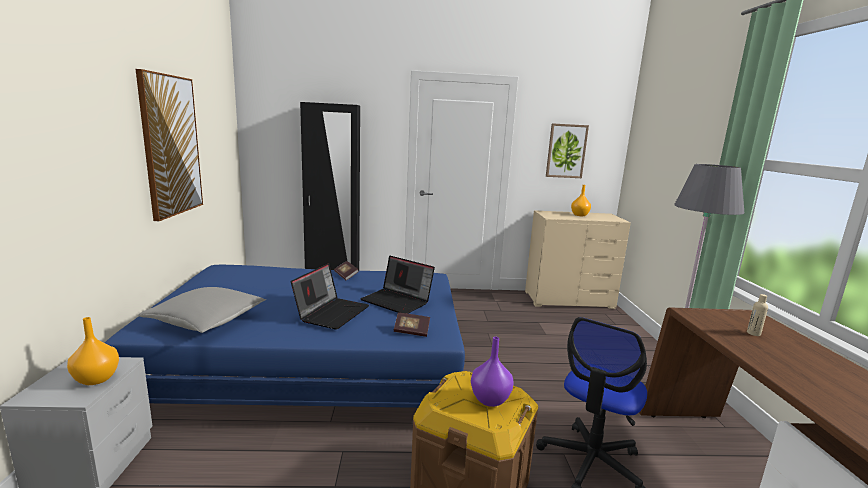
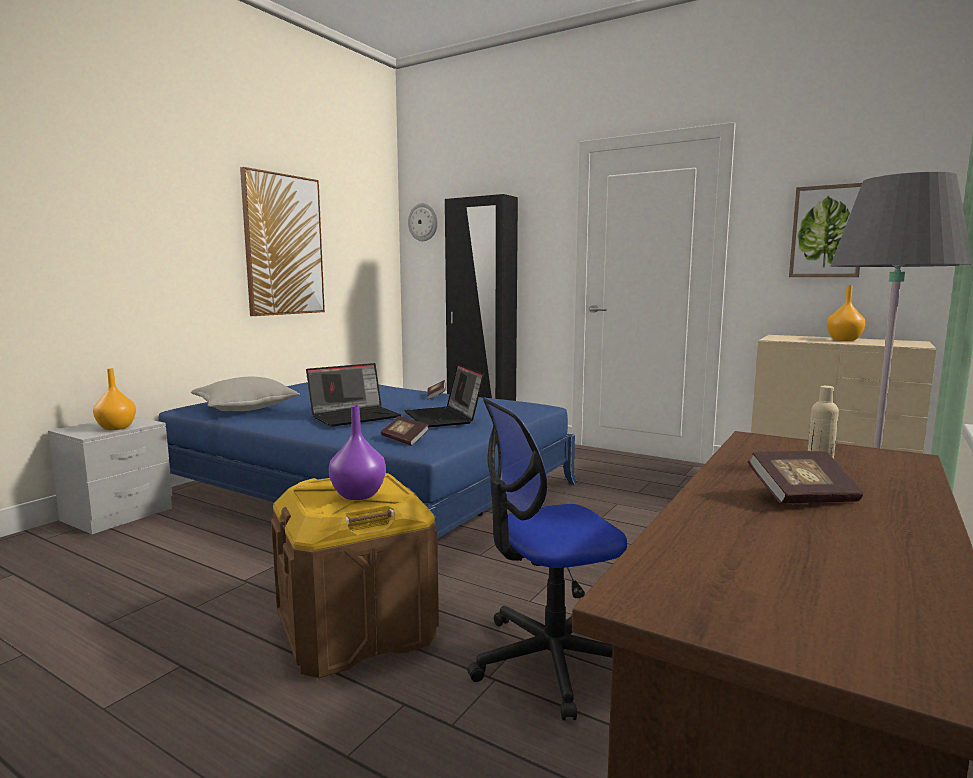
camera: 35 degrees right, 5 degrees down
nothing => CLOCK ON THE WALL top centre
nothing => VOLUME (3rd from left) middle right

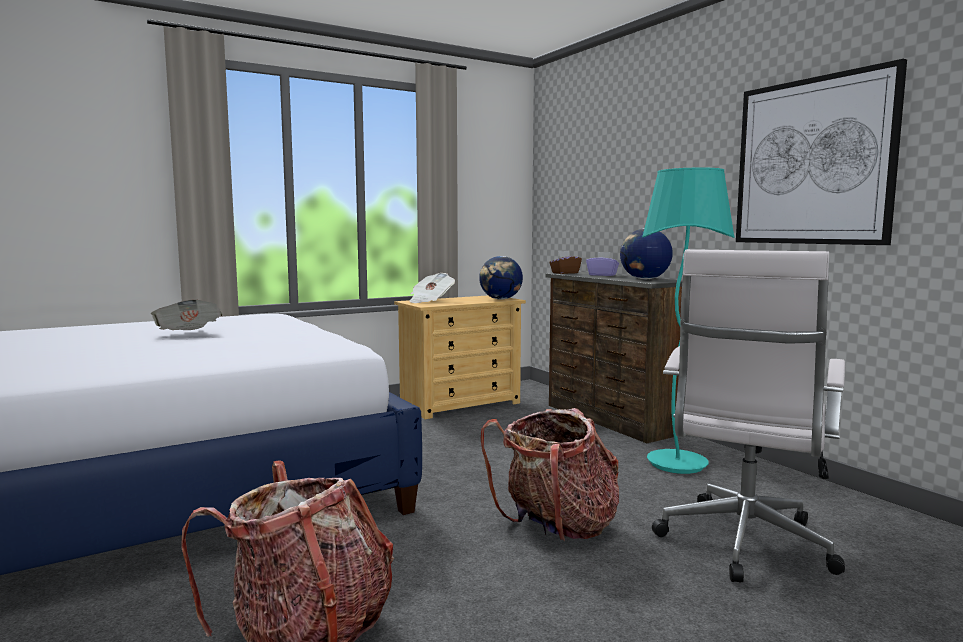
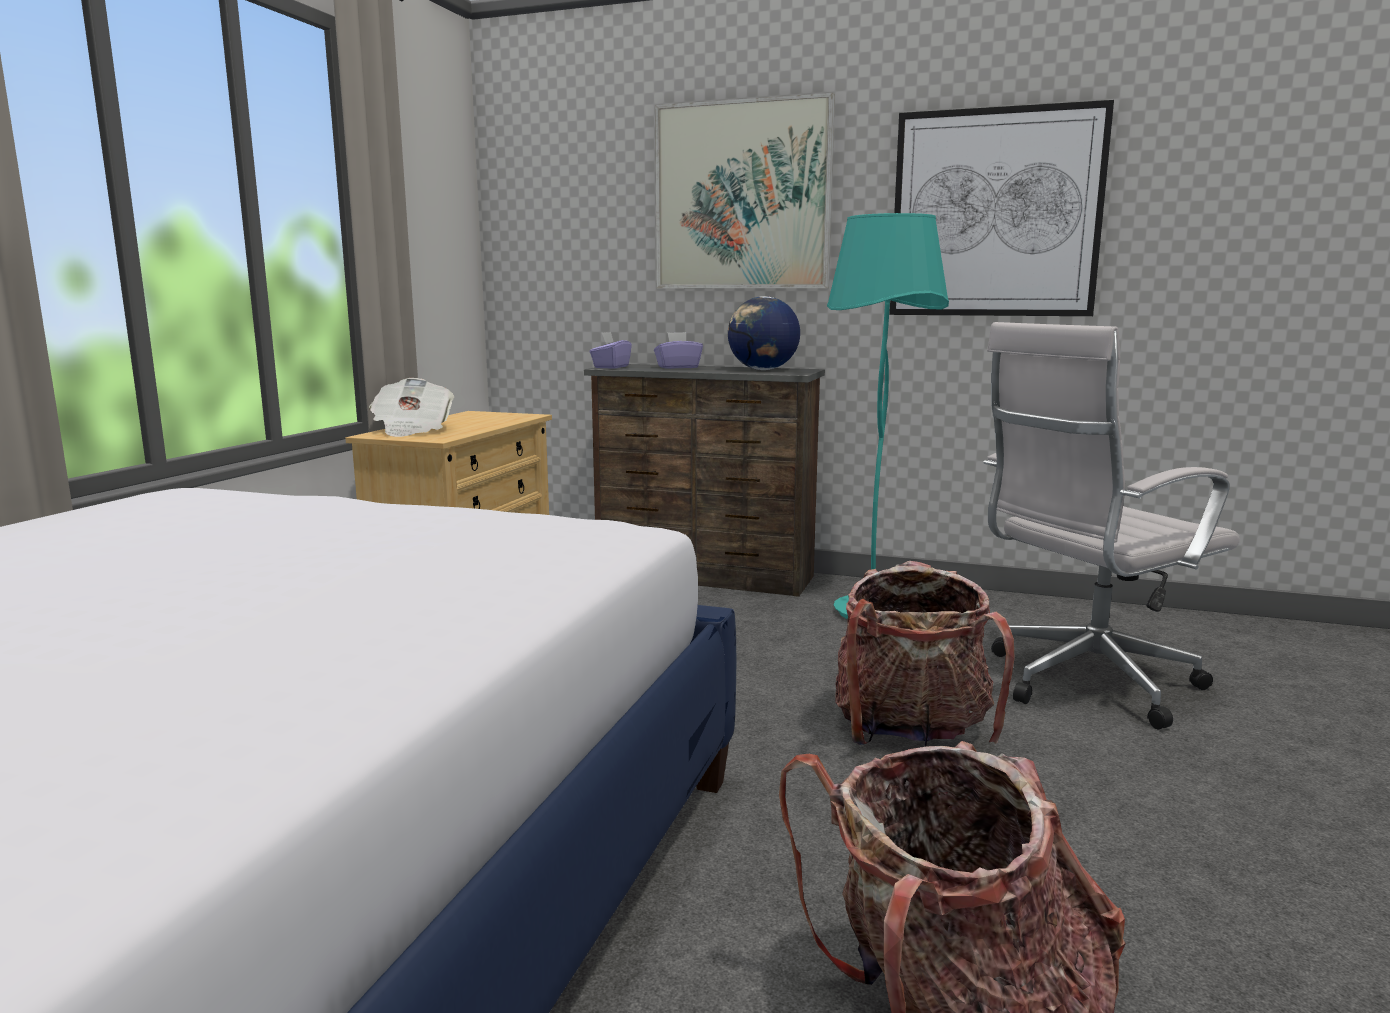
camera: 40 degrees left, 5 degrees up
DAILY PAPER (1st from left) middle left => nothing
DESK GLOBE (1st from left) centre => nothing
nothing => PICTURE (1st from left) top centre
BROWN-COLOURED TISSUE HOLDER centre => PURPLISH TISSUE HOLDER (1st from left) centre
WHITE-COLOURED COMPUTER CHAIR middle right, 75 degrees clockwise

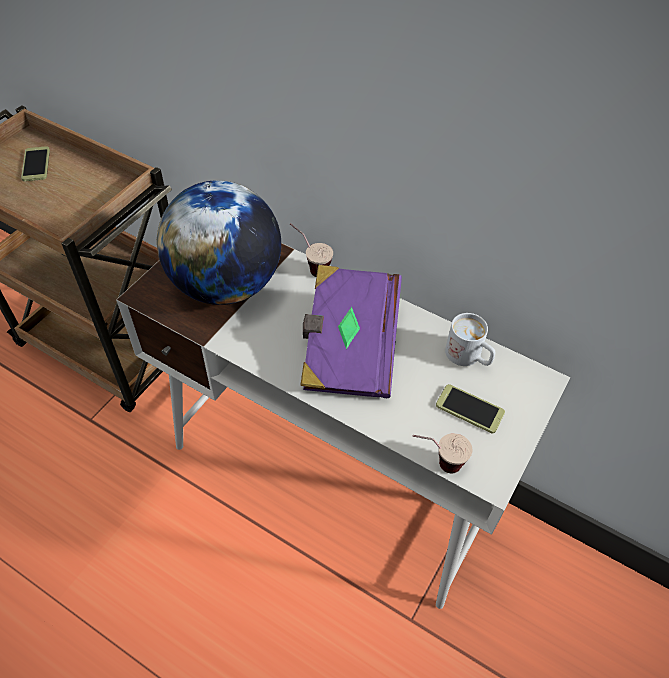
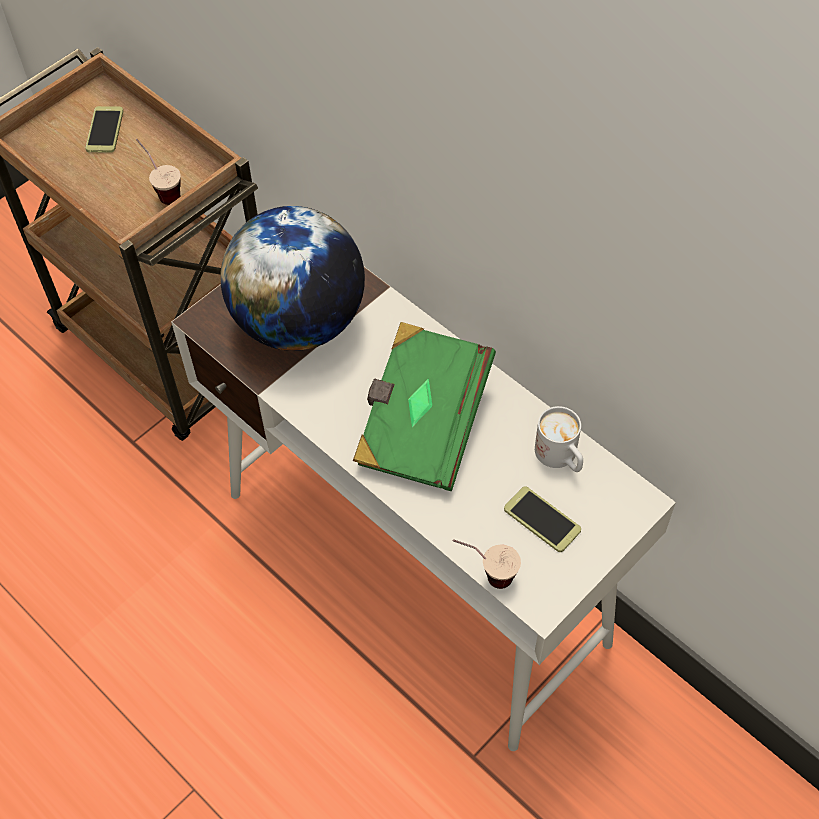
camera: 15 degrees right, 5 degrees up
DRINKING CUP (1st from left) centre => DRINKING CUP (1st from left) top left, moved
PURPLISH VOLUME centre => GREENISH VOLUME centre

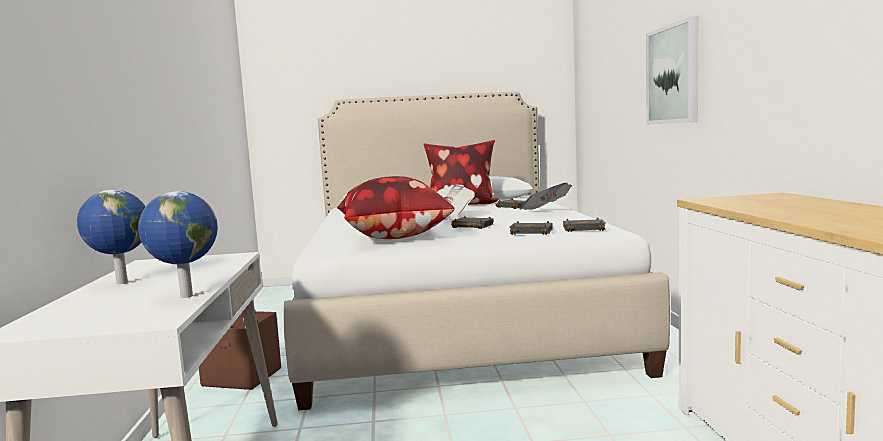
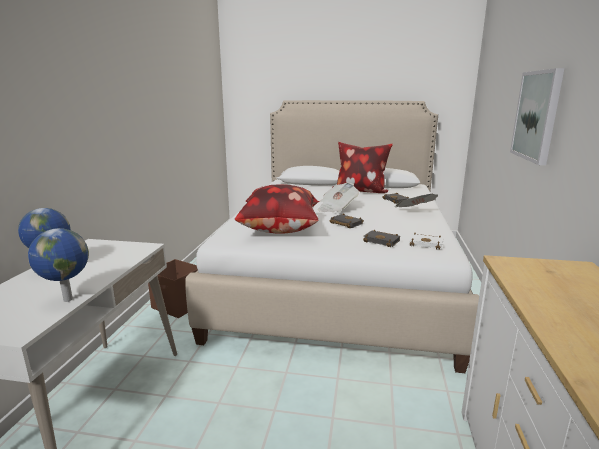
camera: 15 degrees right, 10 degrees up
BLACKISH VOLUME (4th from left) centre => WHITE-COLOURED VOLUME middle right

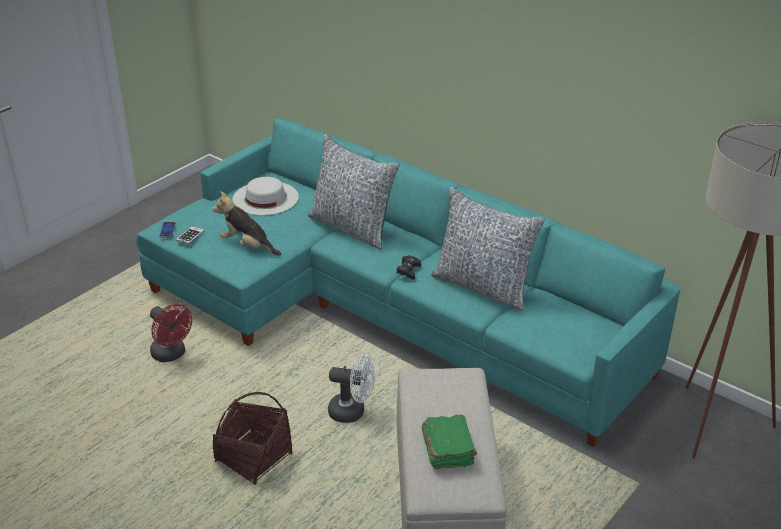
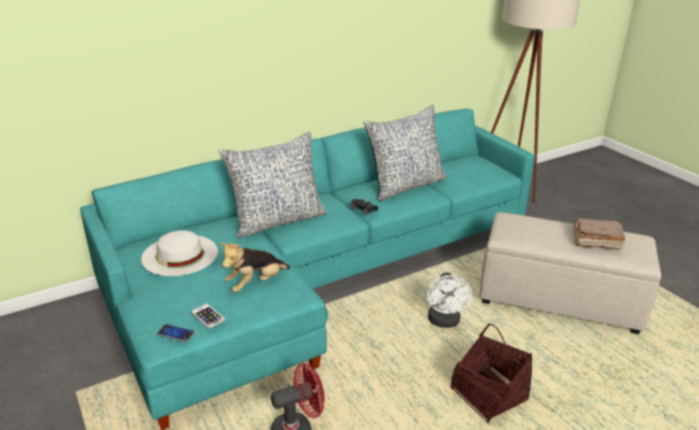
camera: 70 degrees left, 5 degrees down
GREENISH VOLUME bottom centre => BROWN-COLOURED VOLUME middle right
WHITE-COLOURED COOLING FAN bottom centre, 150 degrees clockwise

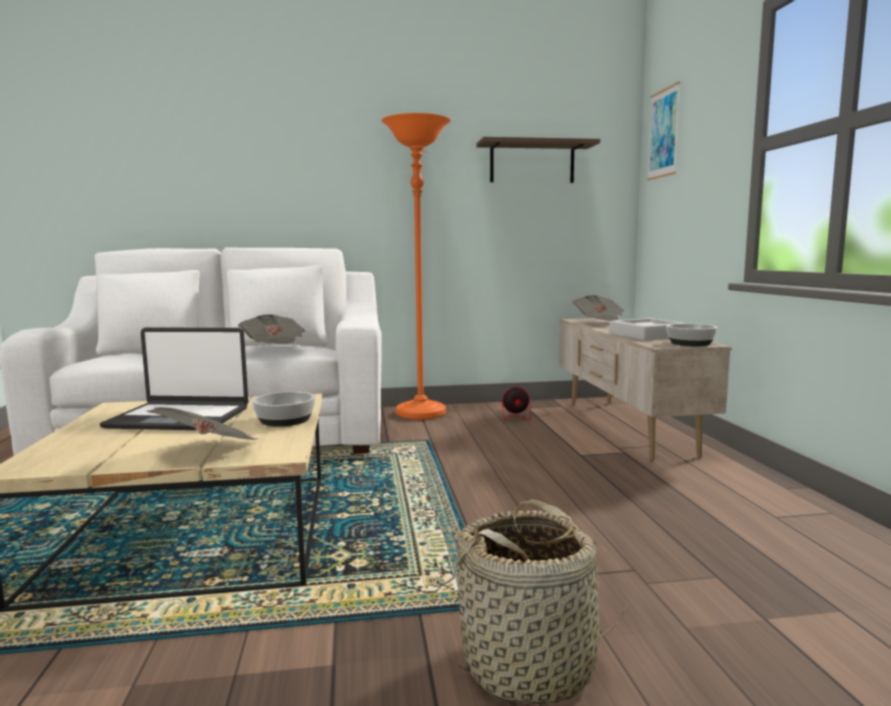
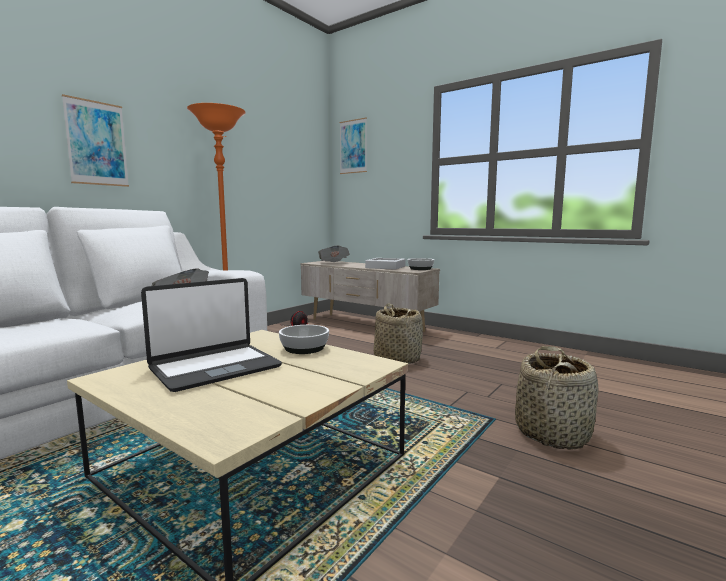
camera: 45 degrees left, 0 degrees up
DAILY PAPER (1st from left) middle left => nothing
SHELF top centre => nothing
nothing => PICTURE (1st from left) top left
nothing => HOUSEHOLD BASKET (1st from left) centre

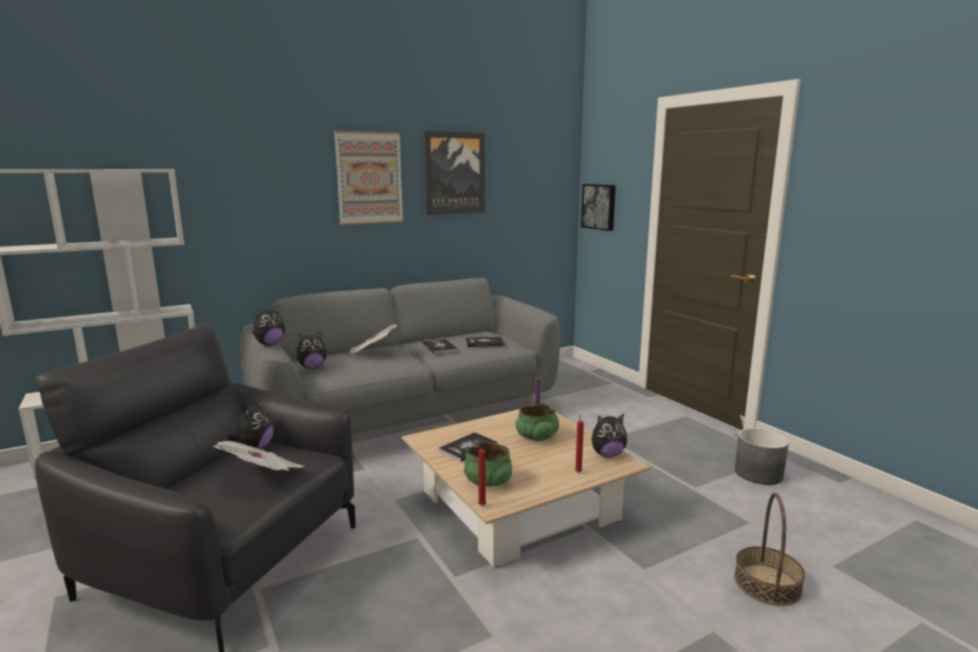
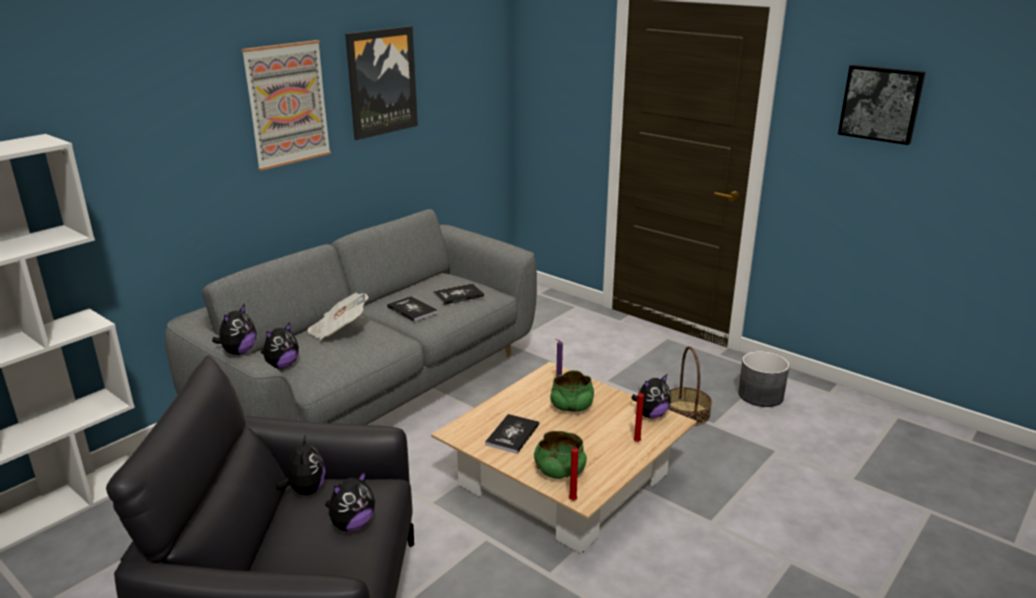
camera: 20 degrees left, 10 degrees up
PICTURE (3rd from left) top centre => PICTURE (3rd from left) top right, moved
HOUSEHOLD BASKET bottom right => HOUSEHOLD BASKET centre, moved
DAILY PAPER (1st from left) bottom left => SOFT TOY (4th from left) bottom centre

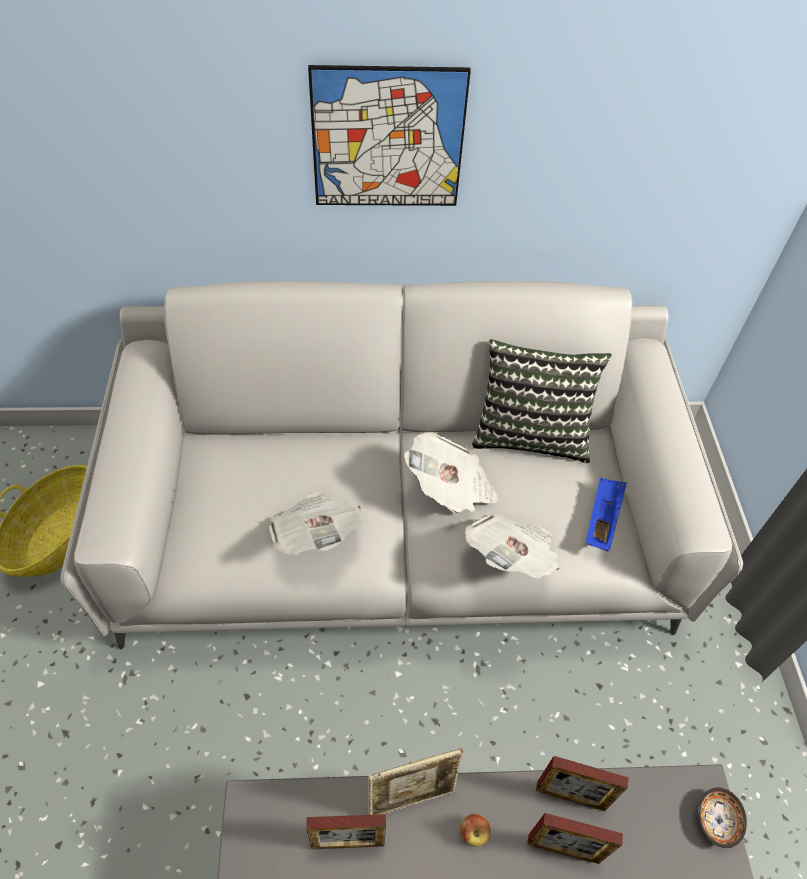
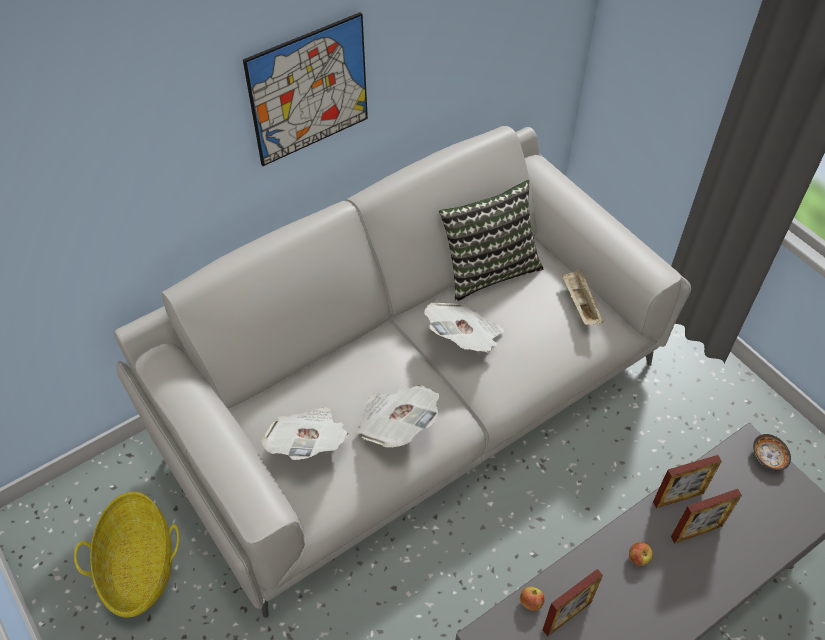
camera: 30 degrees left, 0 degrees up
PICTURE FRAME (2nd from left) bottom centre => nothing
nothing => APPLE (1st from left) bottom centre
DAILY PAPER (3rd from left in the first image) centre => DAILY PAPER (1st from left) bottom centre, moved
BLUISH CARRYING TRAY middle right => BEIGE-COLOURED CARRYING TRAY middle right

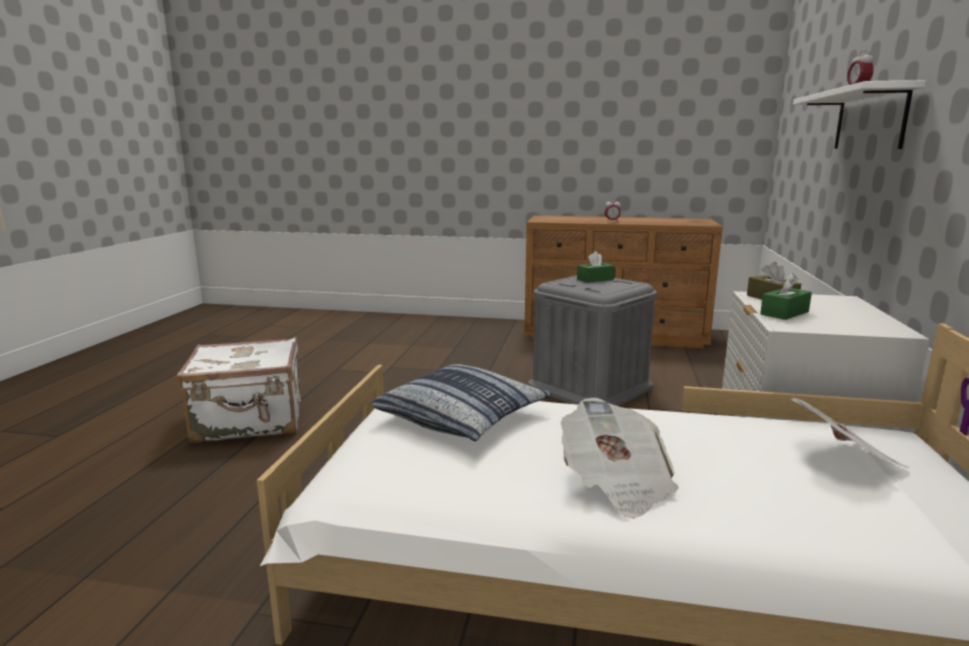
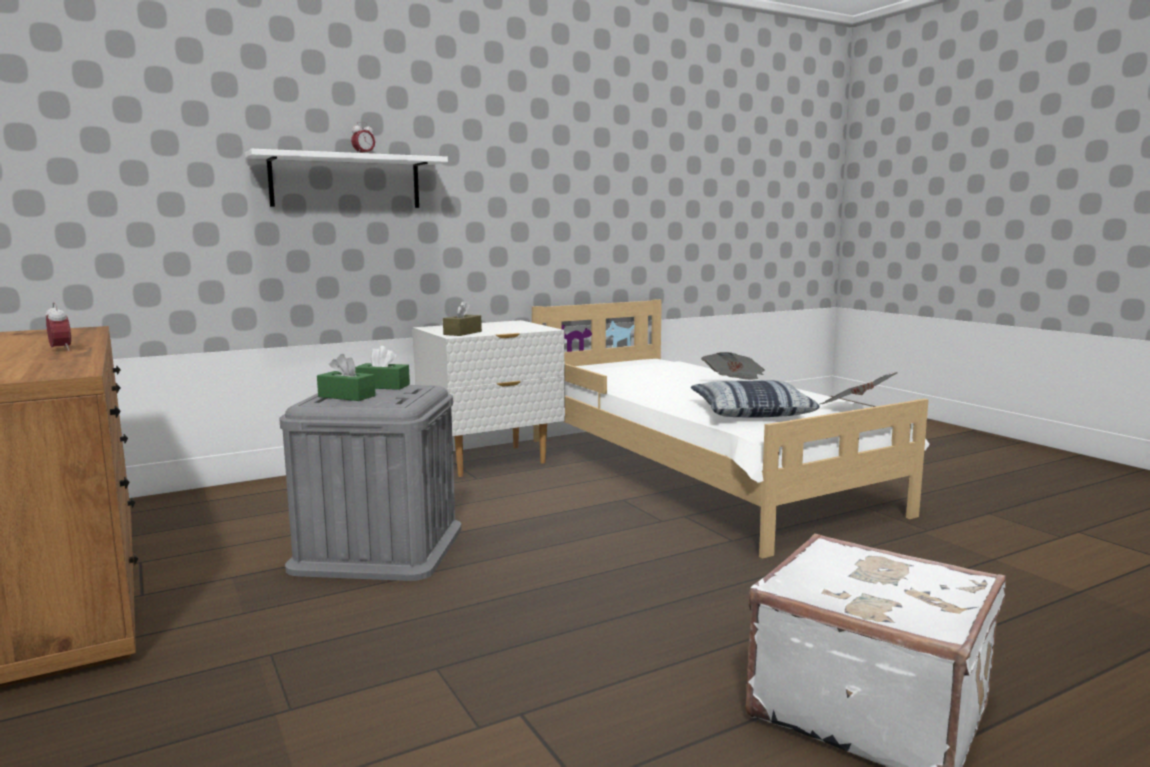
camera: 130 degrees left, 5 degrees down
GREENISH TISSUE HOLDER (2nd from left) middle right => GREENISH TISSUE HOLDER (2nd from left) middle left, moved
DAILY PAPER (2nd from left) bottom right => DAILY PAPER (2nd from left) middle right, moved

